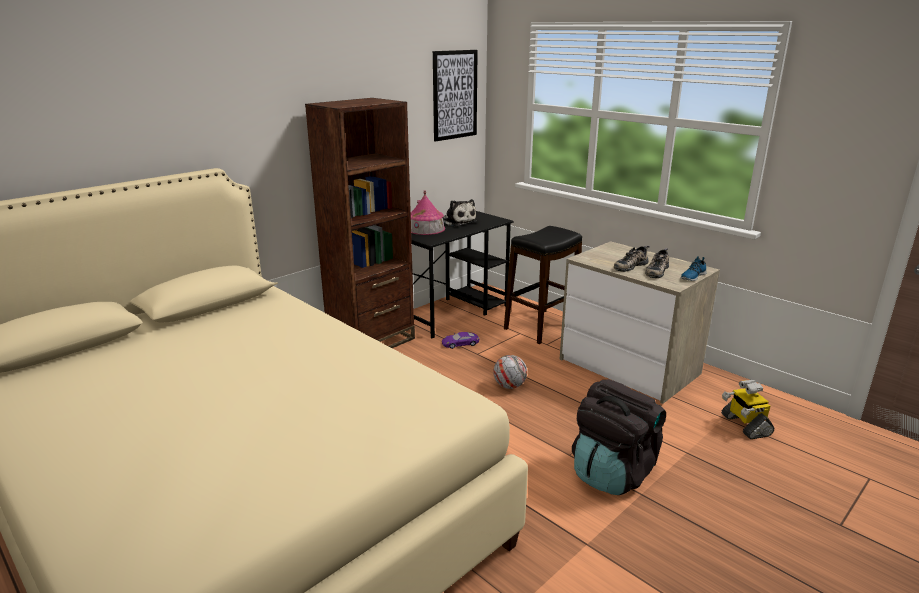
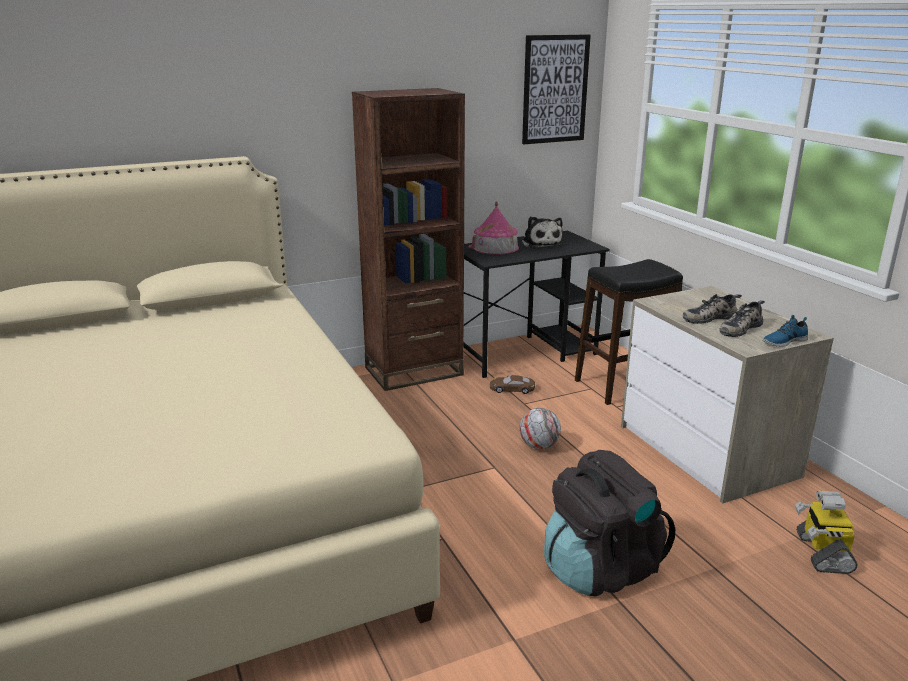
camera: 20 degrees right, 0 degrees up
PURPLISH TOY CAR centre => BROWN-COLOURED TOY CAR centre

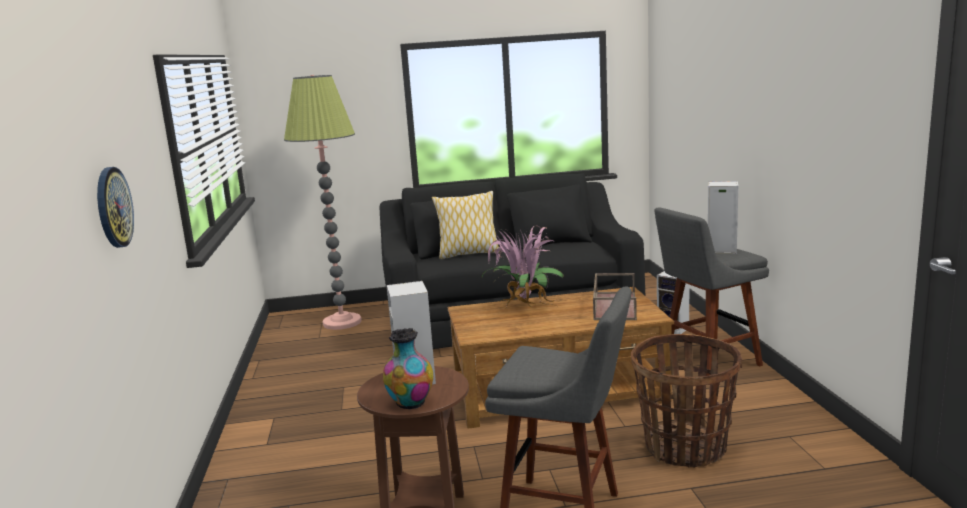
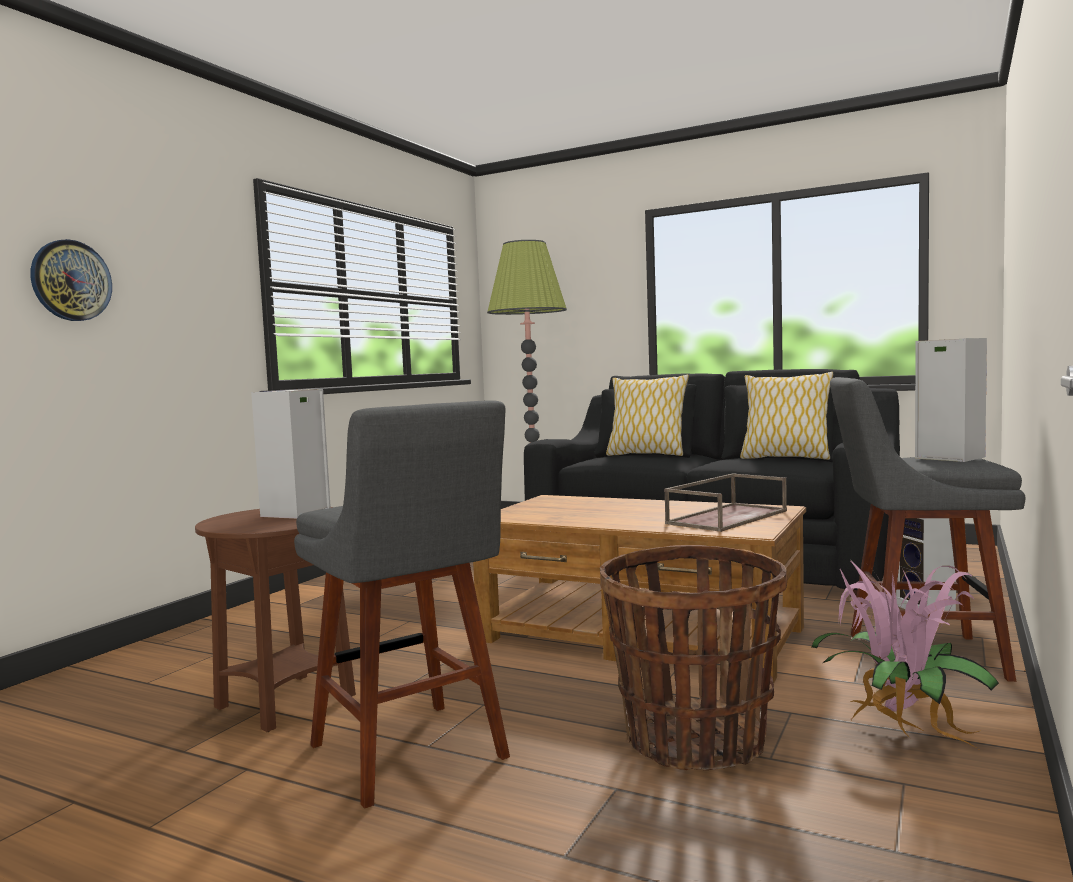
camera: 35 degrees right, 10 degrees down
DECORATIVE VASE bottom centre => nothing
nothing => CUSHION (2nd from left) middle right
HOUSEPLANT centre => HOUSEPLANT bottom right, moved

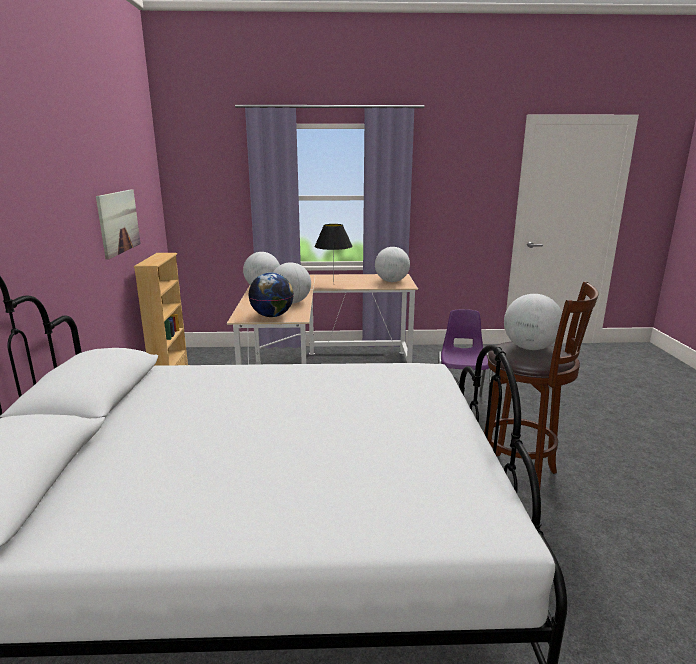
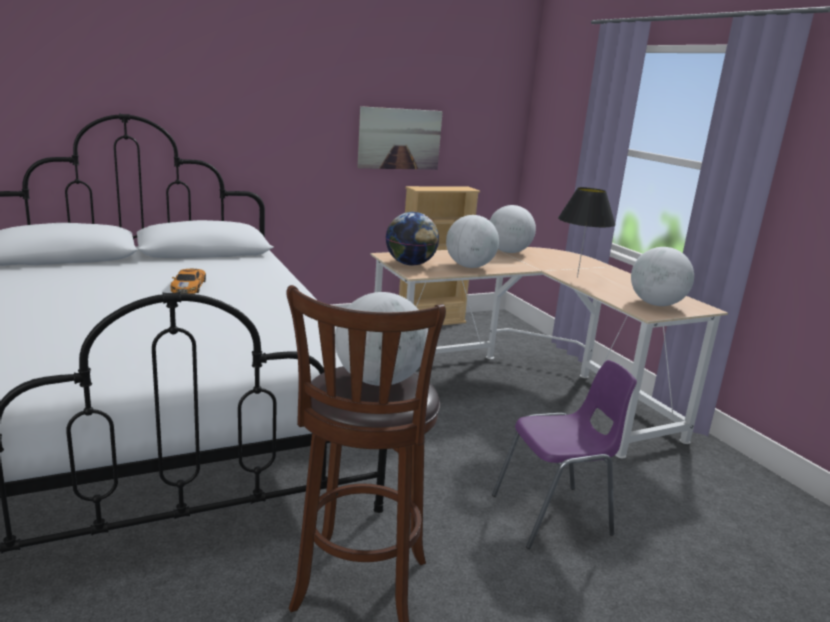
camera: 65 degrees right, 0 degrees up
nothing => TOY CAR middle left

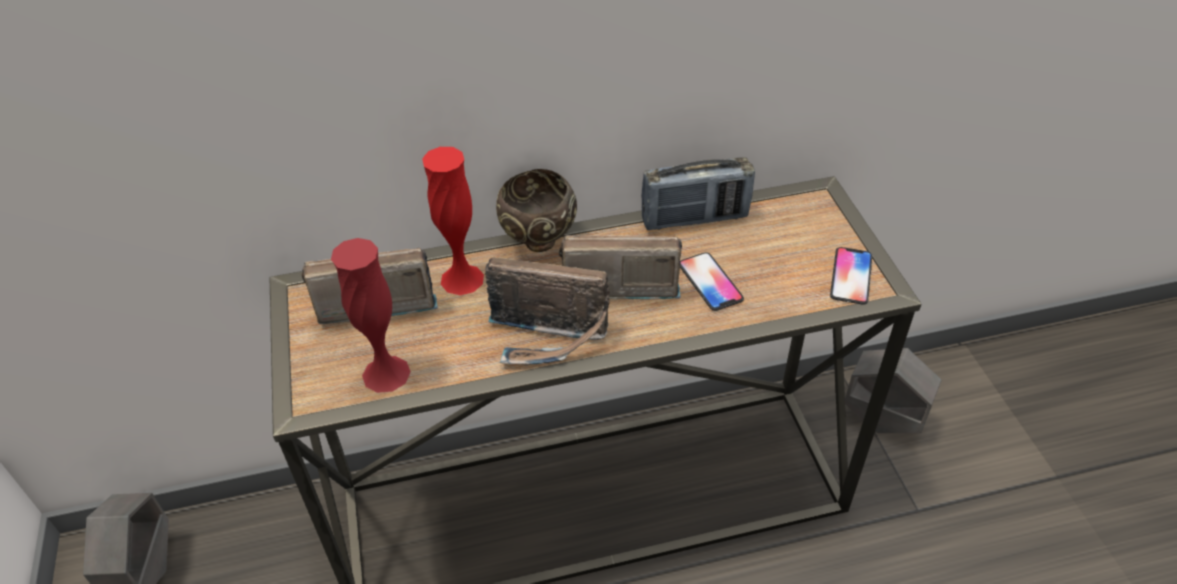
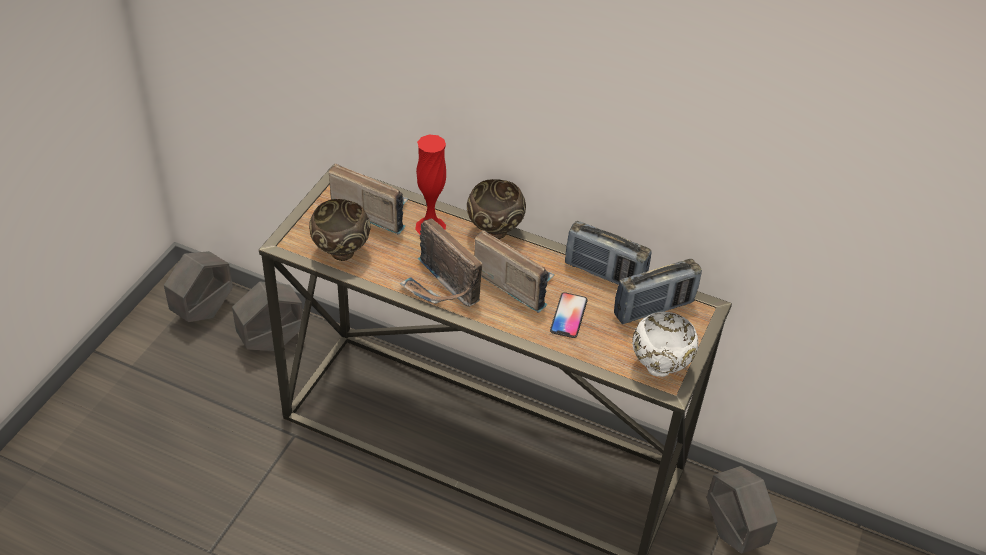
camera: 35 degrees right, 0 degrees up
nothing => GREY FLOWER POT (2nd from left) middle left
nothing => RADIO (5th from left) middle right
RED DECORATIVE VASE (1st from left) middle left => BROWN-COLOURED SERVING BOWL (1st from left) centre
TELEPHONE (2nd from left) middle right => WHITE-COLOURED SERVING BOWL middle right

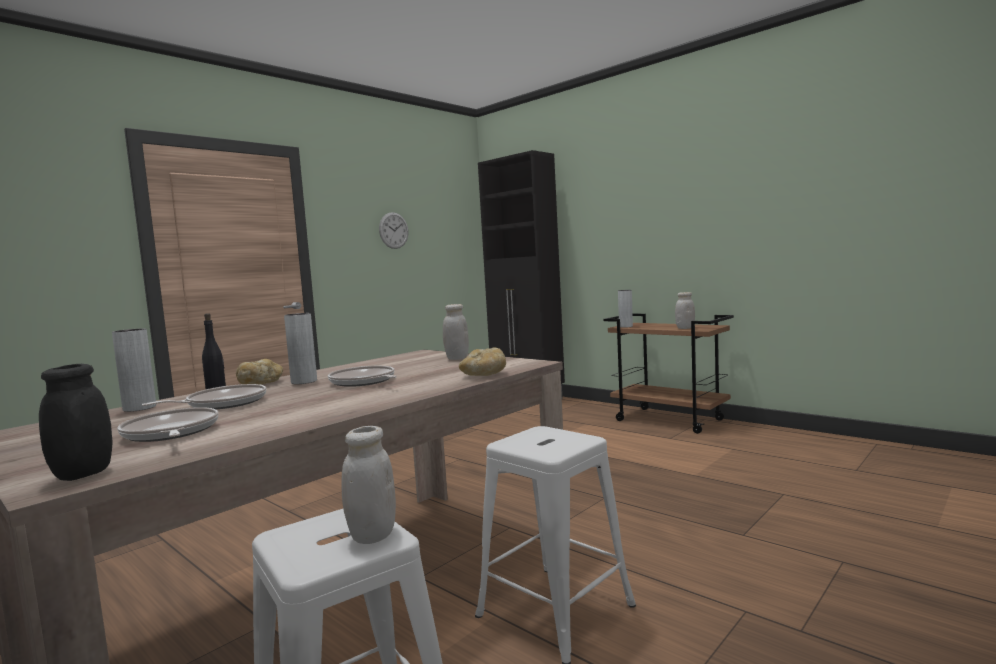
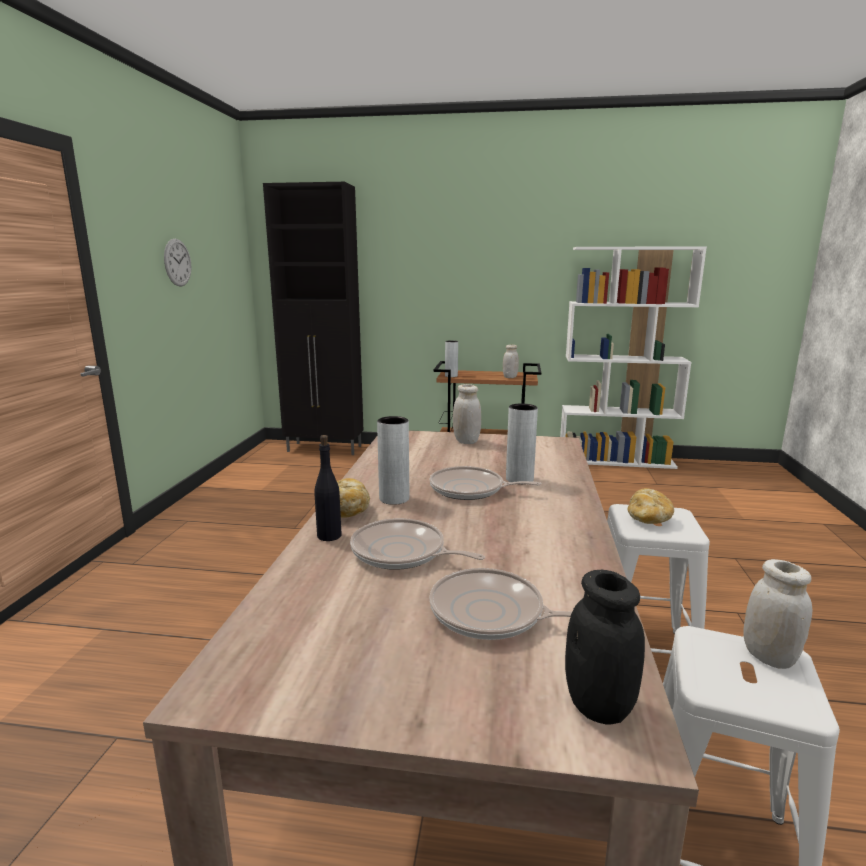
camera: 35 degrees left, 10 degrees up
nothing => WHITE-COLOURED BOOKCASE middle right
GREY DECORATIVE VASE (1st from left in the first image) middle left => GREY DECORATIVE VASE (3rd from left) centre, moved
BAKED BREAD (2nd from left) centre => BAKED BREAD (2nd from left) middle right, moved
PAN (2nd from left in the first image) middle left => PAN (1st from left) centre, 75 degrees counterclockwise

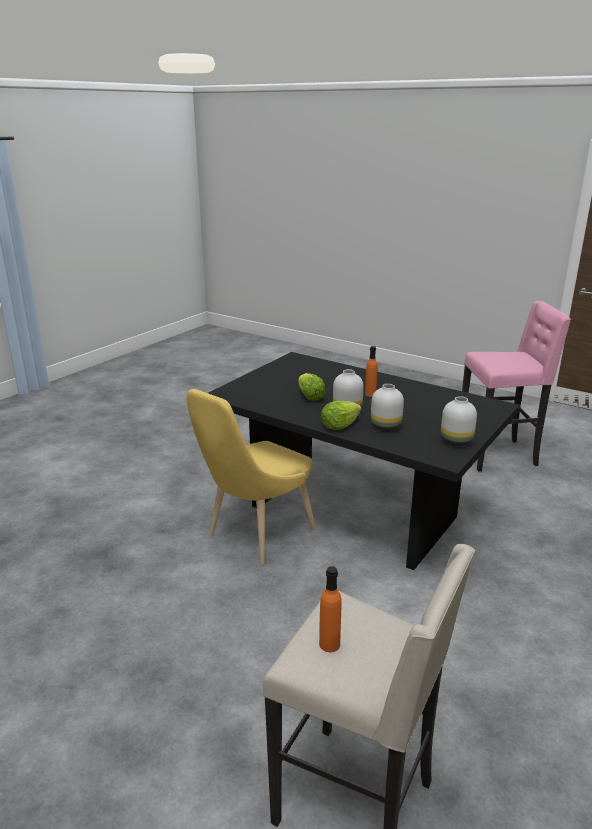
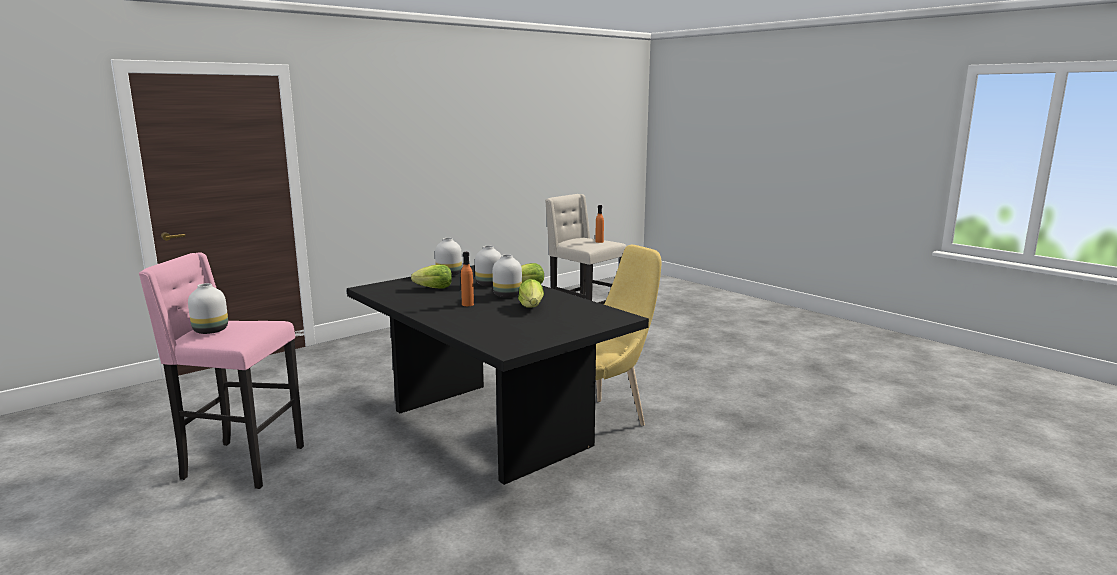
camera: 165 degrees left, 10 degrees down
nothing => WHITE-COLOURED DECORATIVE VASE (1st from left) middle left
nothing => HEAD OF LETTUCE (1st from left) centre

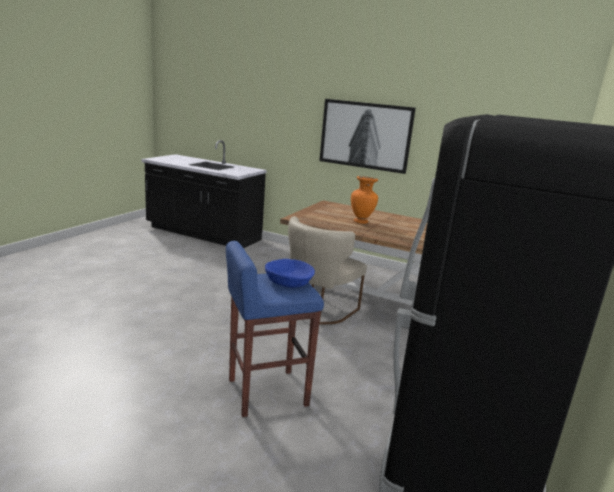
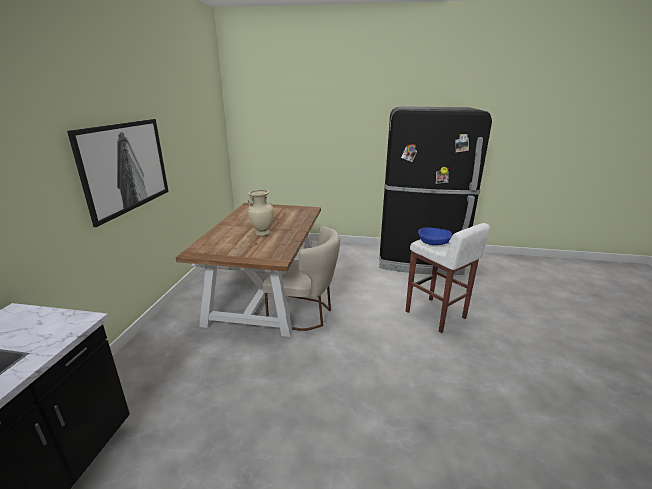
camera: 105 degrees left, 5 degrees up
BLUISH STOOL SEAT bottom centre => WHITE-COLOURED STOOL SEAT middle right
ORANGEY DECORATIVE VASE centre => BEIGE-COLOURED DECORATIVE VASE centre

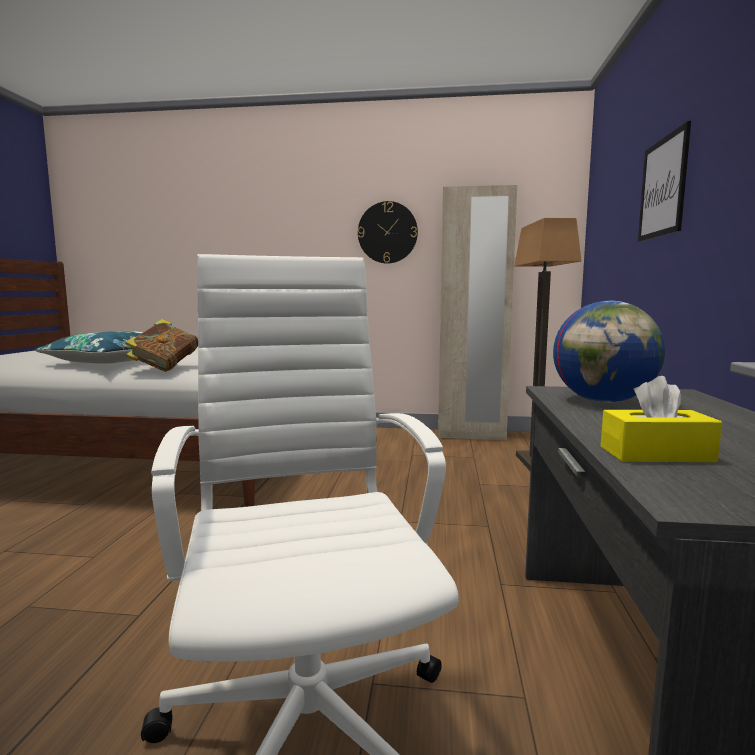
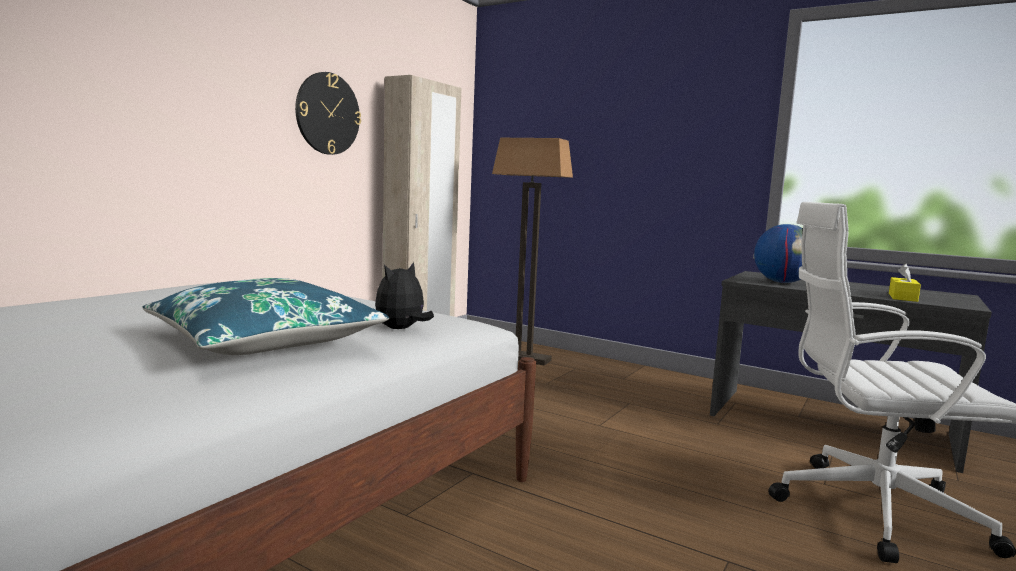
camera: 65 degrees left, 0 degrees up
PICTURE top right => nothing
VOLUME middle left => SOFT TOY centre

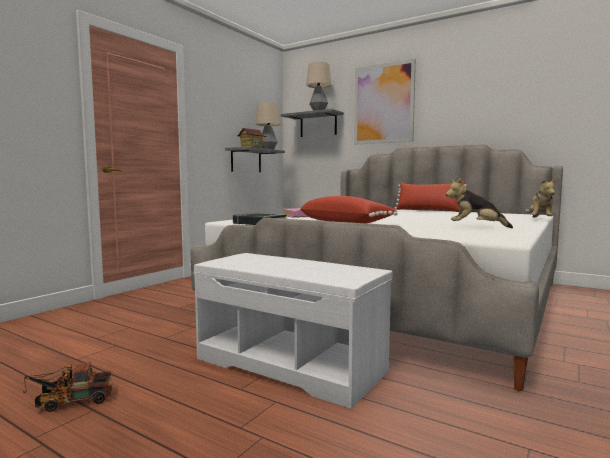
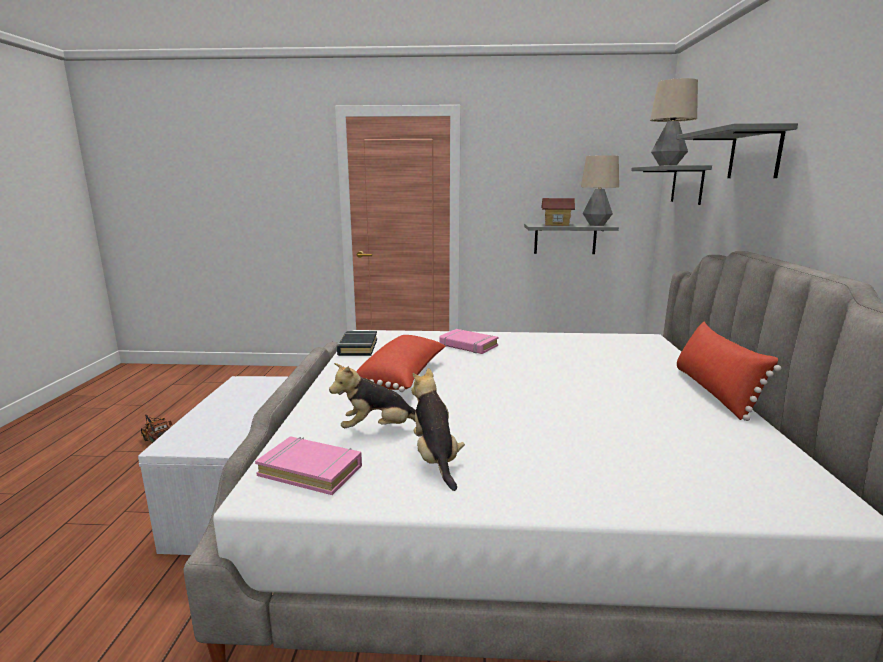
camera: 60 degrees right, 10 degrees up
nothing => PINKISH VOLUME (1st from left) bottom centre
SOFT TOY (2nd from left in the first image) middle right => SOFT TOY (1st from left) centre, moved
PICTURE top centre => GREY SHELF (3rd from left) top right

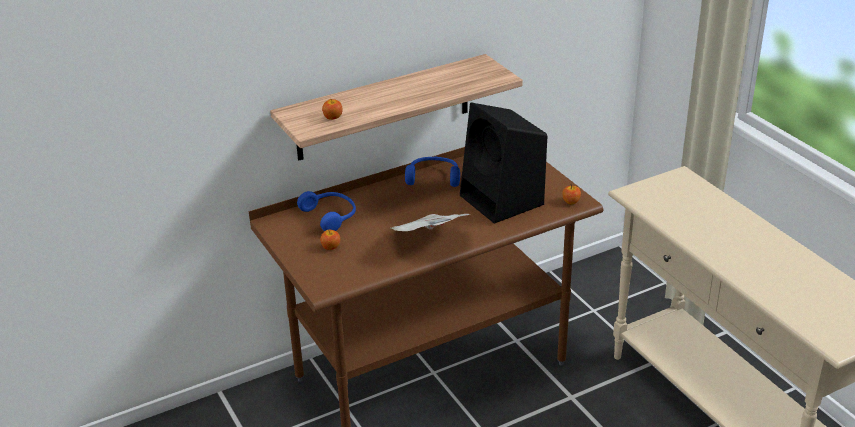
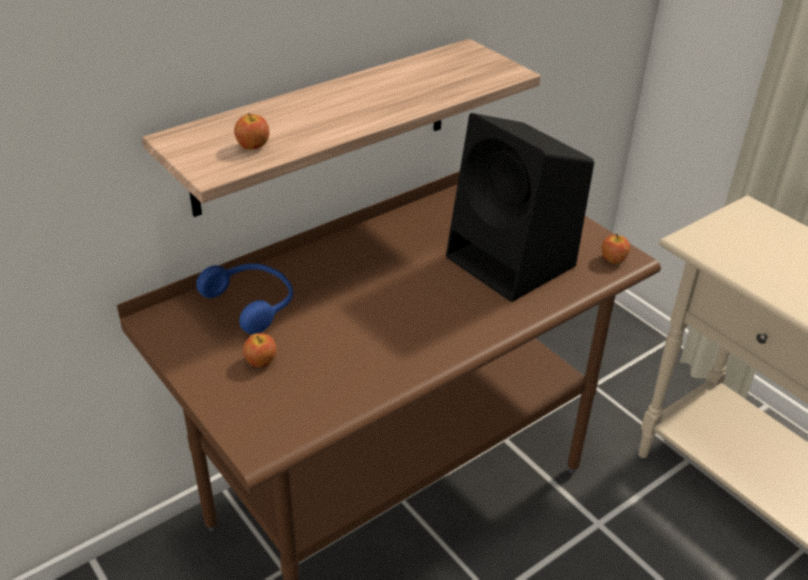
camera: 10 degrees left, 5 degrees up
DAILY PAPER centre => nothing
BLUISH HEADSET (2nd from left) centre => nothing

